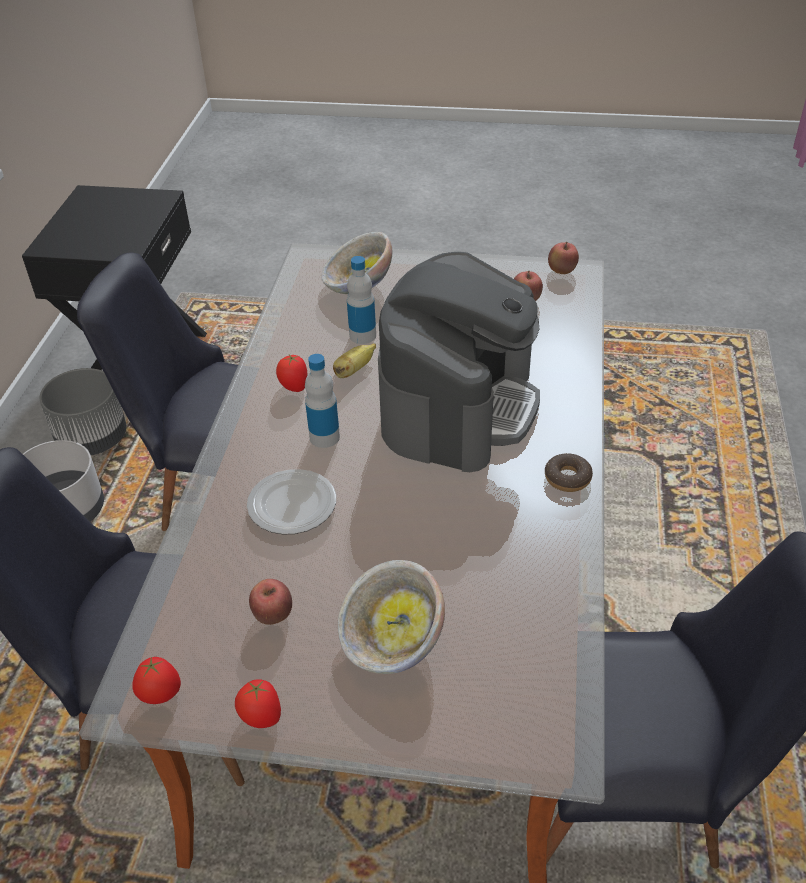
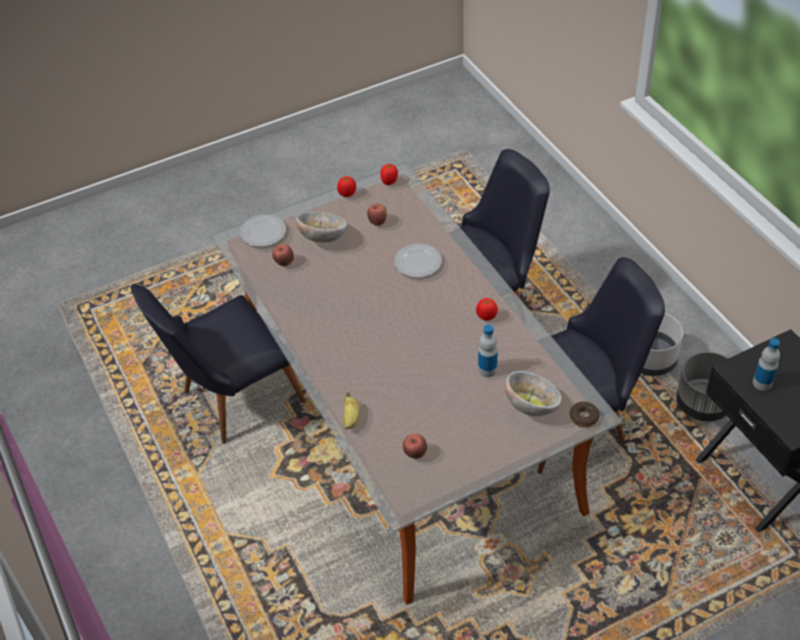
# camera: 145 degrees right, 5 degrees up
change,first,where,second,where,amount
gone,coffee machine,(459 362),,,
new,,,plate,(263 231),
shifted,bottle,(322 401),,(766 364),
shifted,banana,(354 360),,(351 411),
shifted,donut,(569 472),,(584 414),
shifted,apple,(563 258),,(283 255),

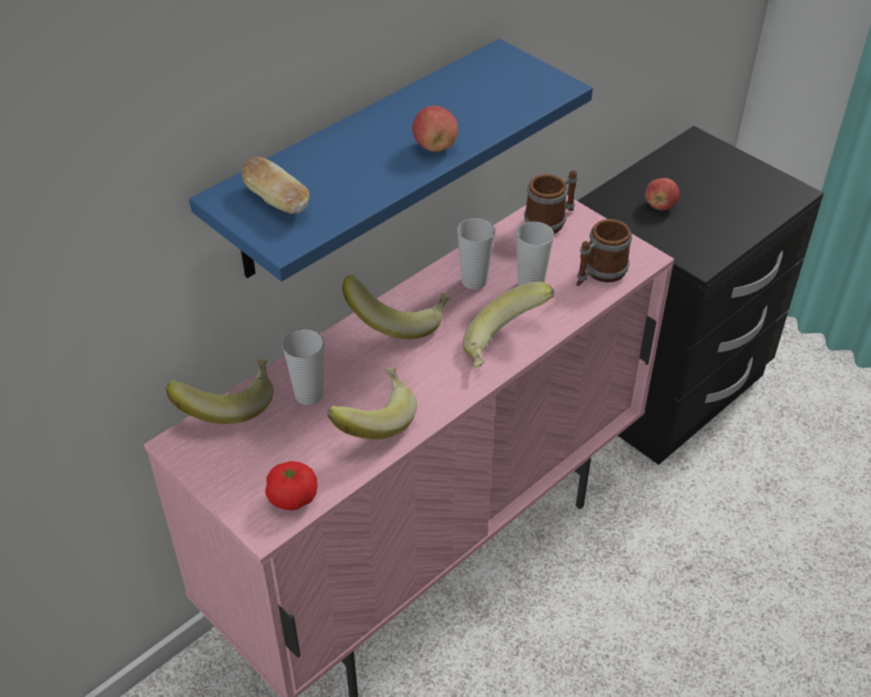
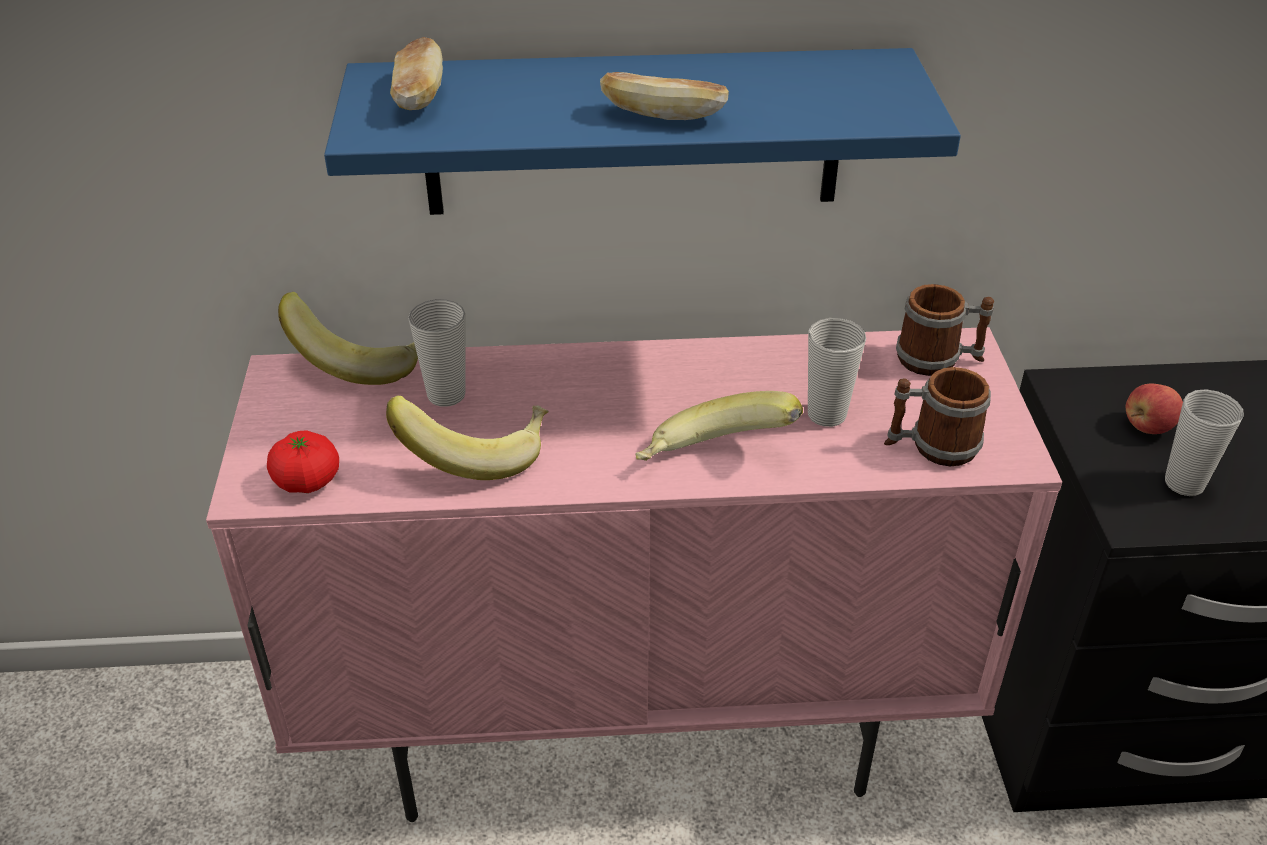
# camera: 40 degrees right, 5 degrees down
change,first,where,second,where,amount
gone,banana,(396 307),,,
shifted,cup,(476 253),,(1204 442),
swapped,apple,(435 129),bread,(664 96),

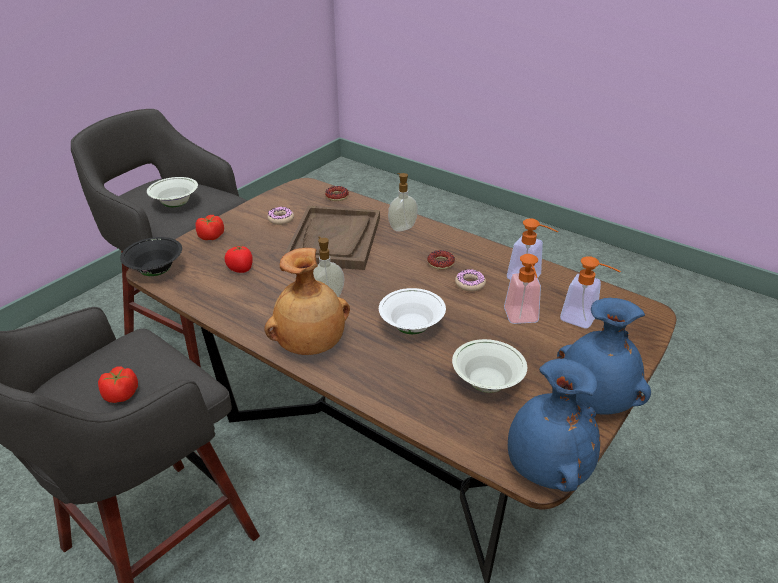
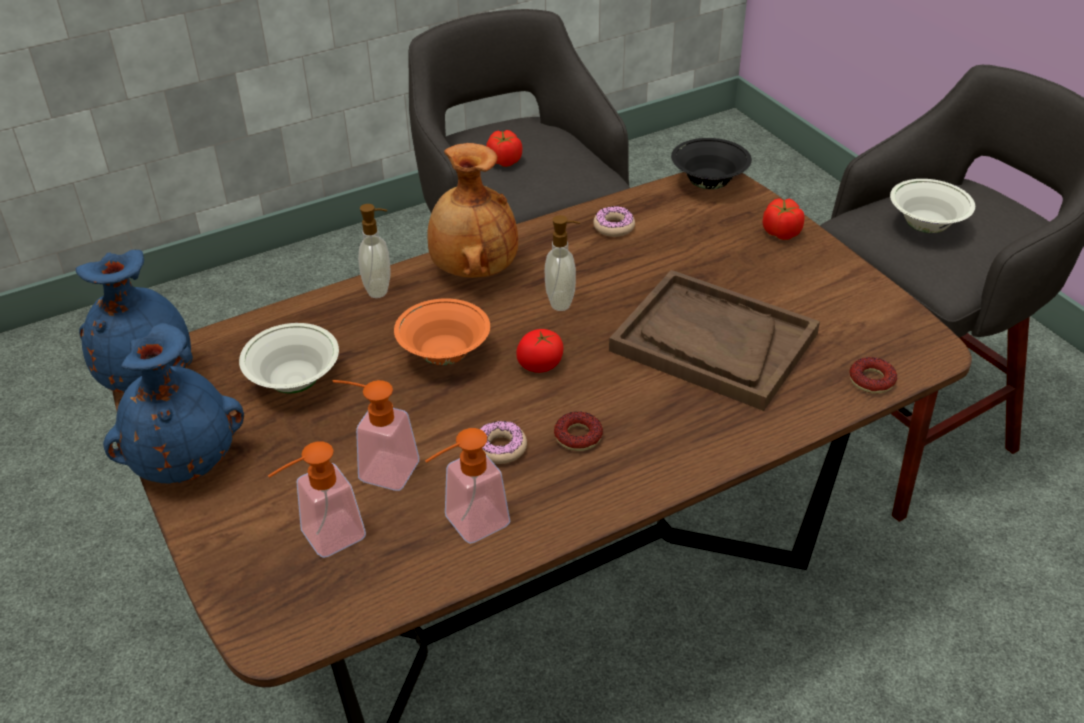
# camera: 115 degrees right, 5 degrees up
change,first,where,second,where,amount
shifted,tomato,(239 259),,(540 351),
shifted,donut,(281 216),,(614 221),
shifted,soap dispenser,(403 202),,(374 251),
repainted,white bowl,(412 311),orange bowl,(442 331),

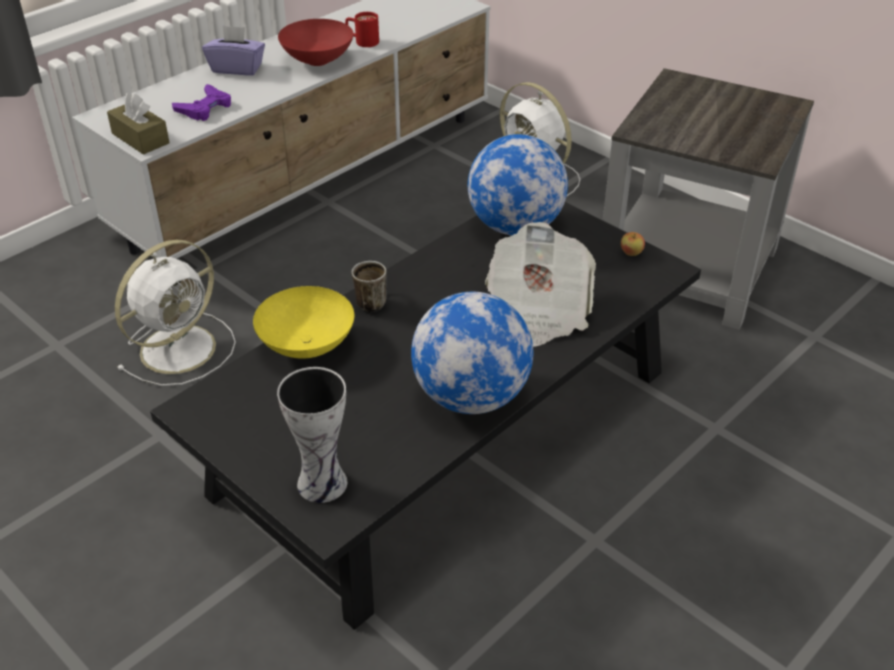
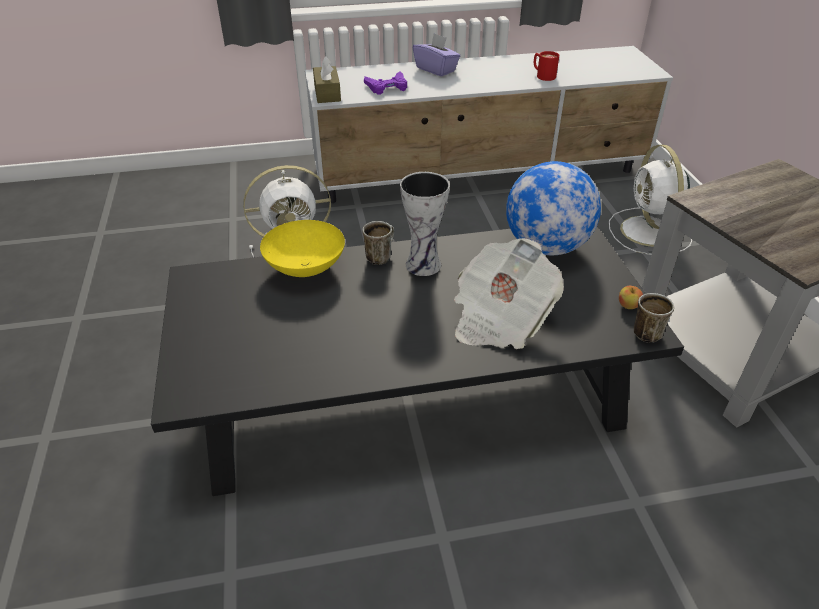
# camera: 35 degrees right, 0 degrees up
change,first,where,second,where,amount
gone,red bowl,(315 42),,,
gone,globe,(472 353),,,
new,,,mug,(654 318),
shifted,vase,(312 435),,(425 224),

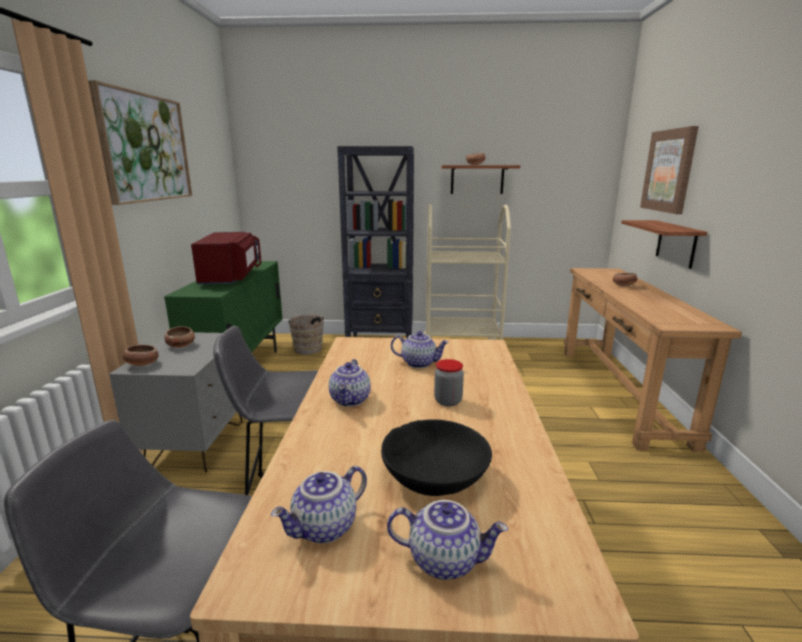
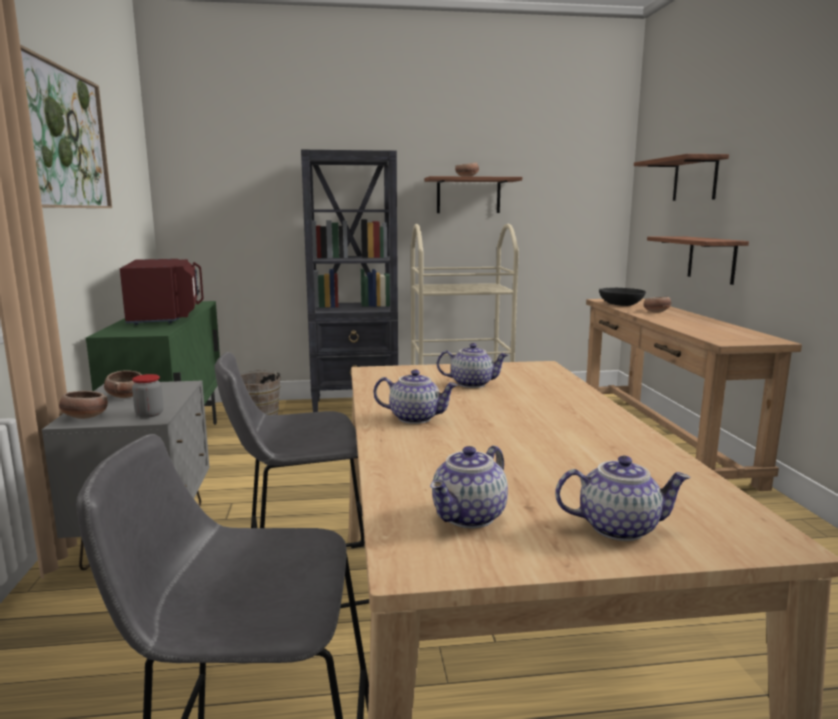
# camera: 10 degrees left, 5 degrees down
change,first,where,second,where,amount
shifted,black bowl,(436 457),,(622 297),
shifted,jar,(449 383),,(148 396),
swapped,picture,(669 170),shelf,(681 177),
rotated,teapot,(350 383),,(416 397),75 degrees counterclockwise

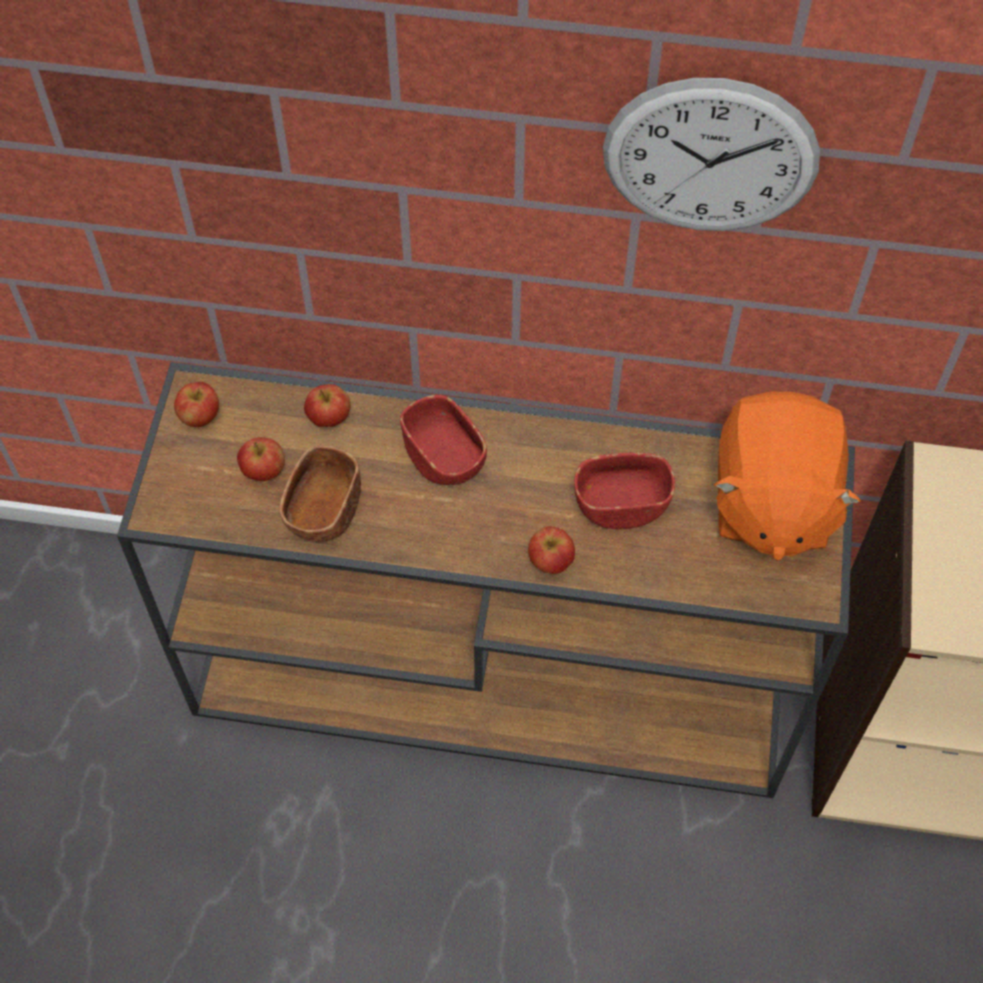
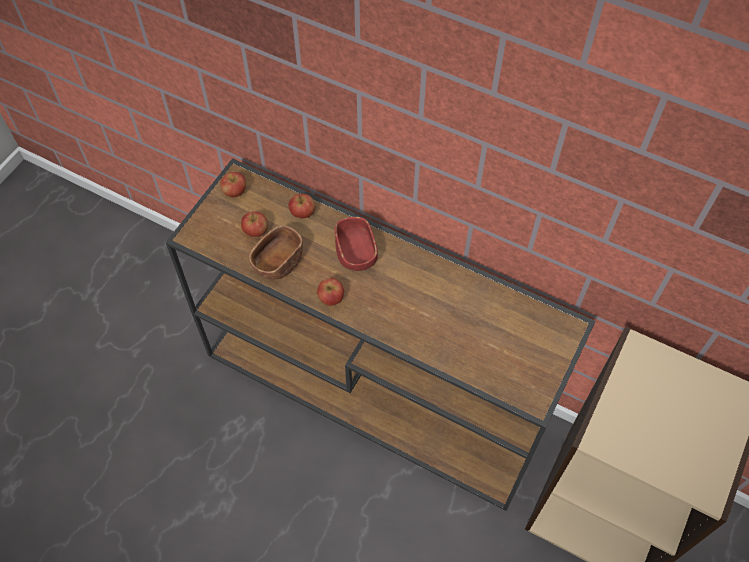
# camera: 20 degrees right, 0 degrees up
change,first,where,second,where,amount
gone,red bowl,(624 491),,,
gone,wall clock,(711 154),,,
gone,orange plush toy,(787 476),,,
shifted,apple,(551 550),,(330 292),

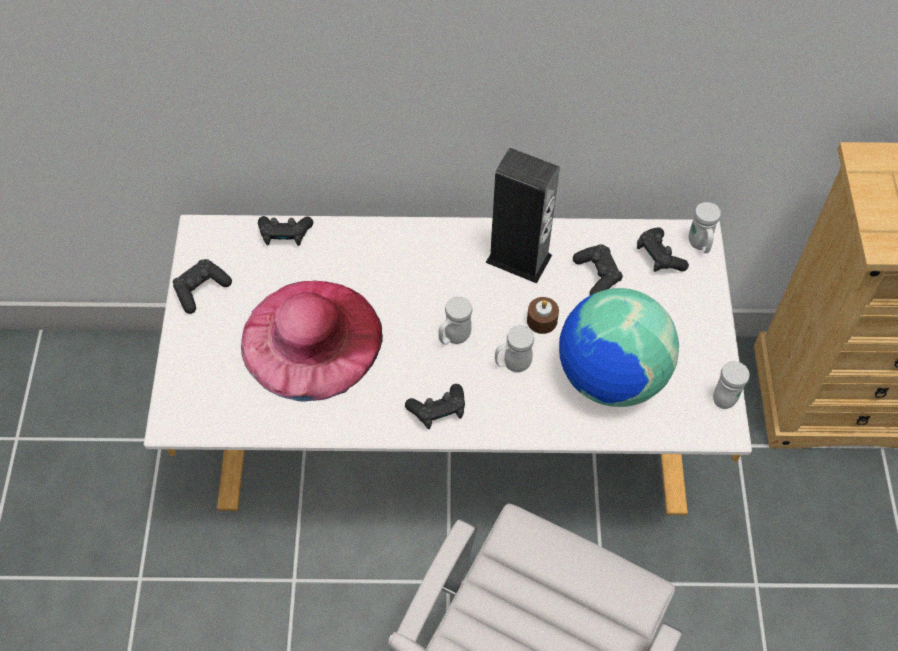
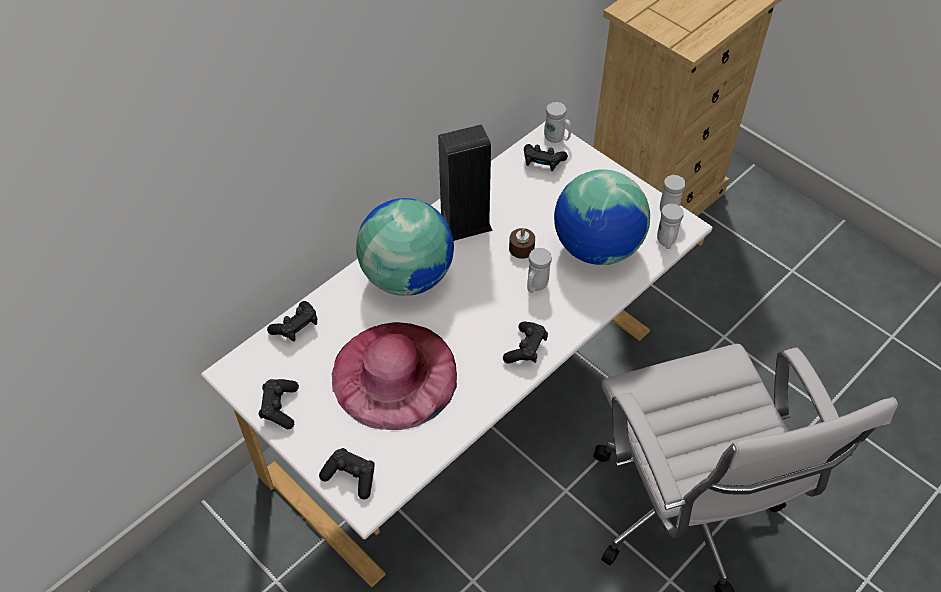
# camera: 45 degrees left, 5 degrees down
change,first,where,second,where,amount
new,,,globe,(405 247),
shifted,white mug,(455 320),,(670 226),
shifted,black game controller,(598 269),,(347 473),

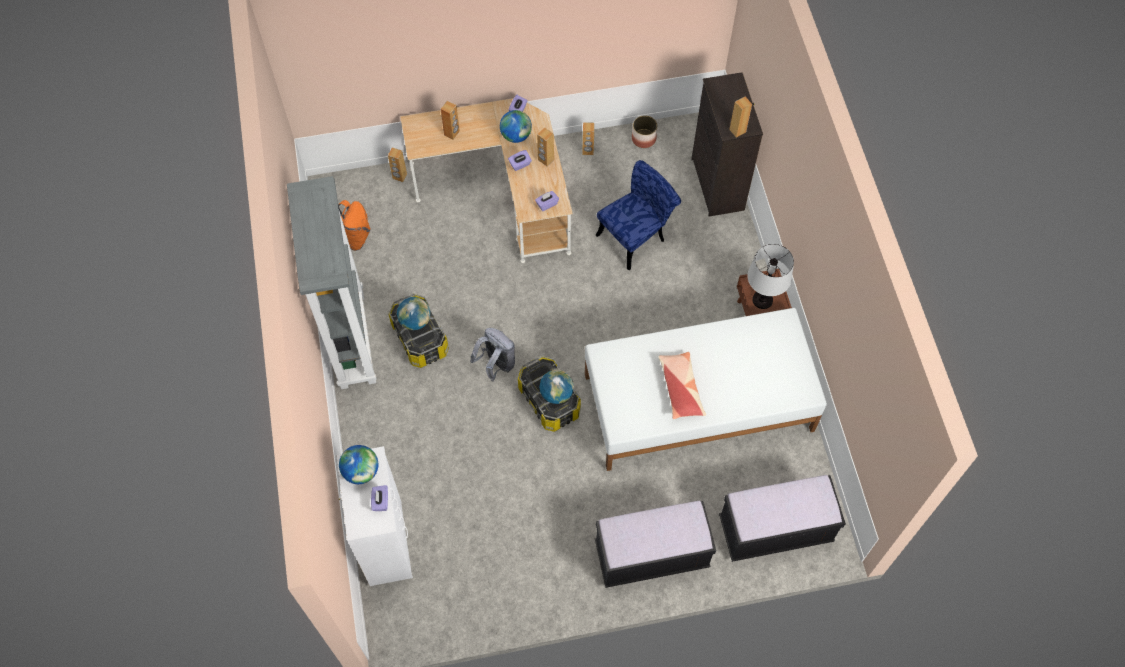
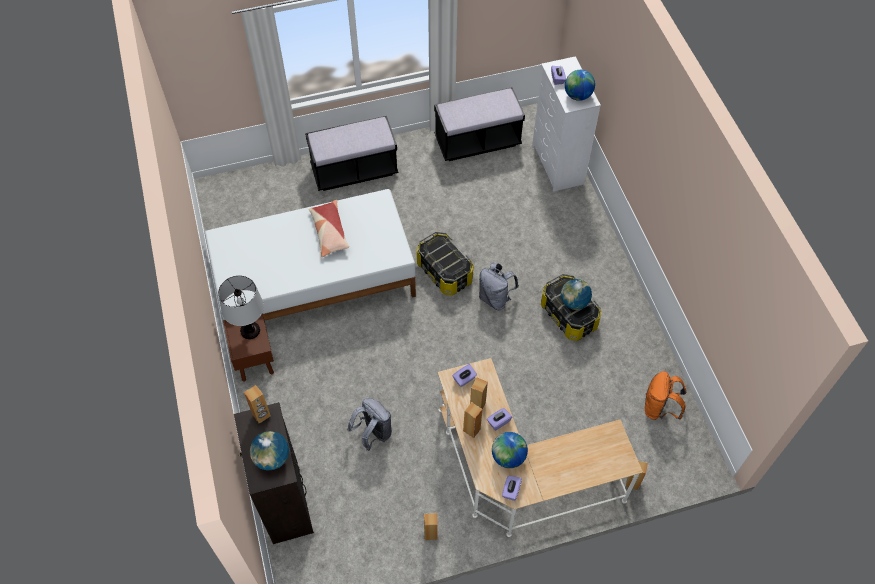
# camera: 175 degrees right, 5 degrees down
change,first,where,second,where,amount
gone,grey bookcase,(332 282),,,
gone,planter,(645 131),,,
shifted,brown speaker,(450 120),,(479 393),
shifted,globe,(556 387),,(269 450),
shifted,black bench,(782 518),,(479 124),
swapped,blue chair,(638 215),grey backpack,(369 424),

